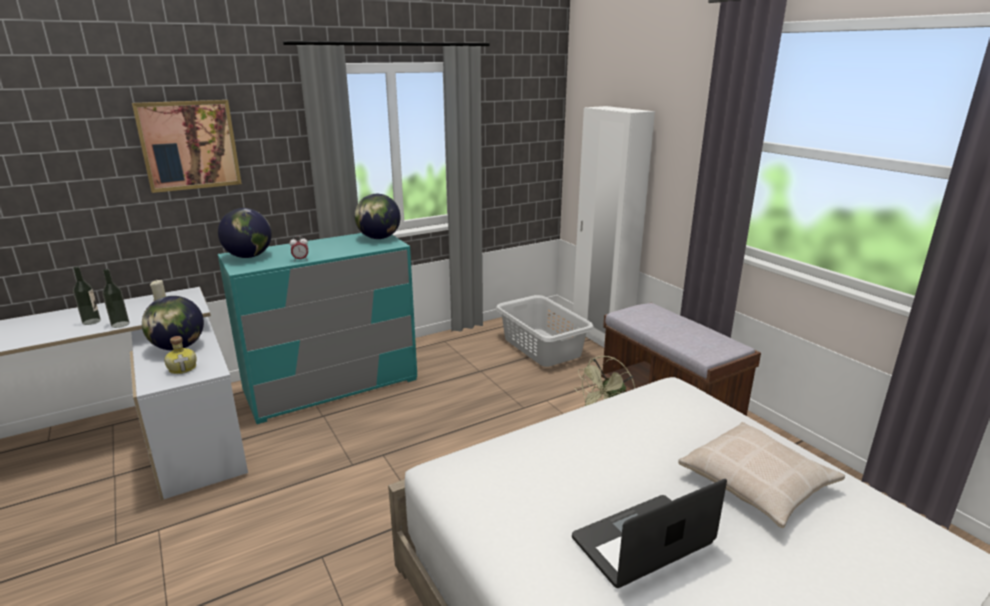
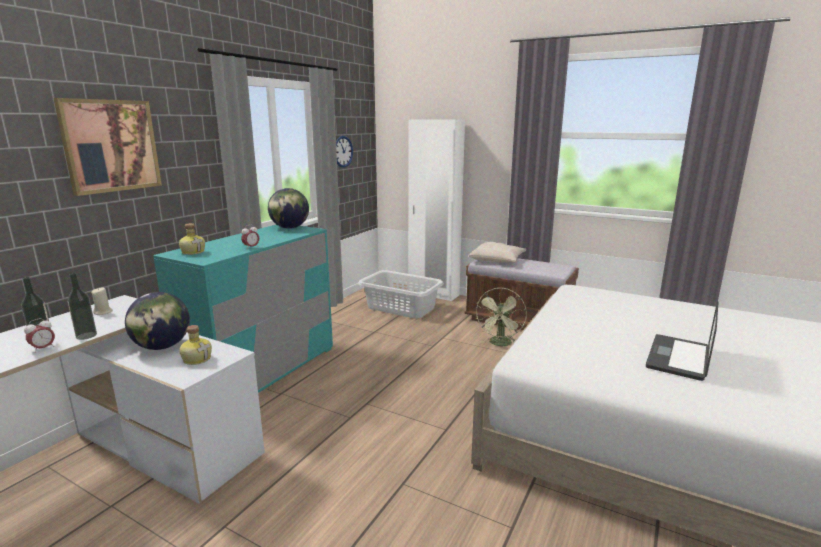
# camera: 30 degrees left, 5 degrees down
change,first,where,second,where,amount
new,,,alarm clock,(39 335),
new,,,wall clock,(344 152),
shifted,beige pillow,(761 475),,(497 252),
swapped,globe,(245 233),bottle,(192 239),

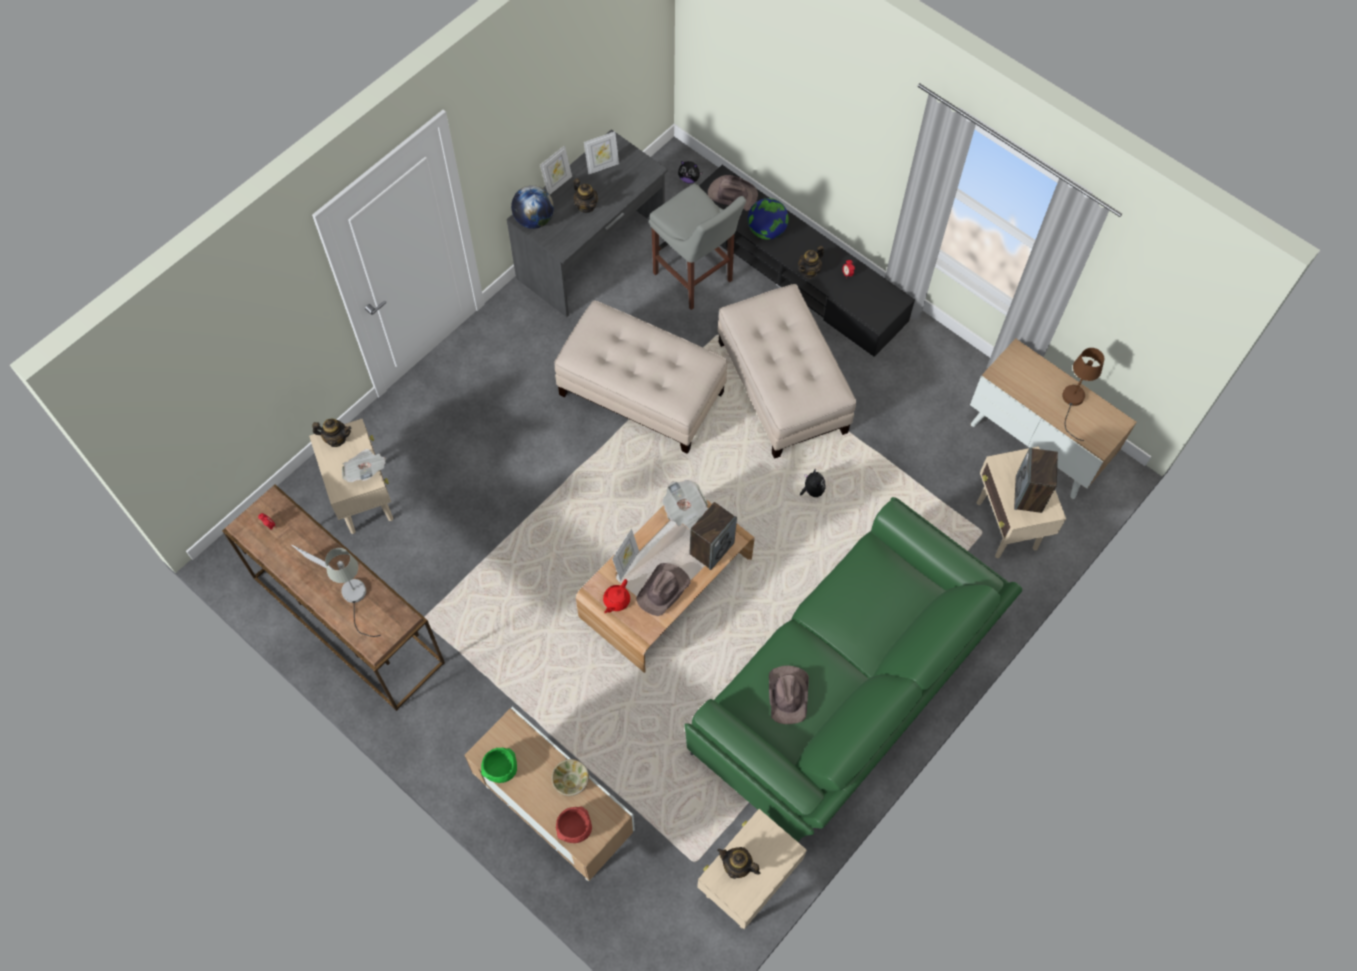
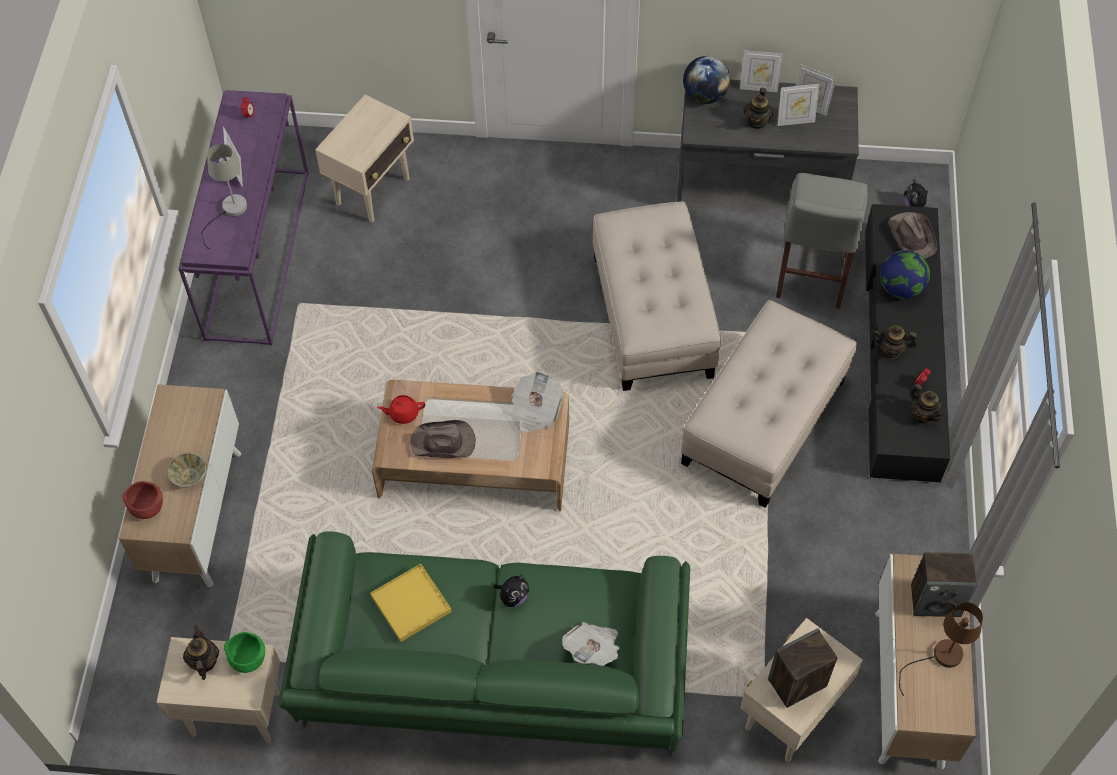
# camera: 55 degrees right, 5 degrees down
change,first,where,second,where,amount
shifted,teapot,(332 432),,(927 404),
shifted,newspaper,(364 465),,(590 644),
shifted,green bowl,(499 765),,(244 652),
shifted,picture frame,(625 555),,(798 105),
shifted,speaker,(713 536),,(944 584),
shifted,plush toy,(813 482),,(511 590),
swapped,brown hat,(789 694),yellow tray,(410 603),
repainted,brown console table,(333 597),purple console table,(243 217),

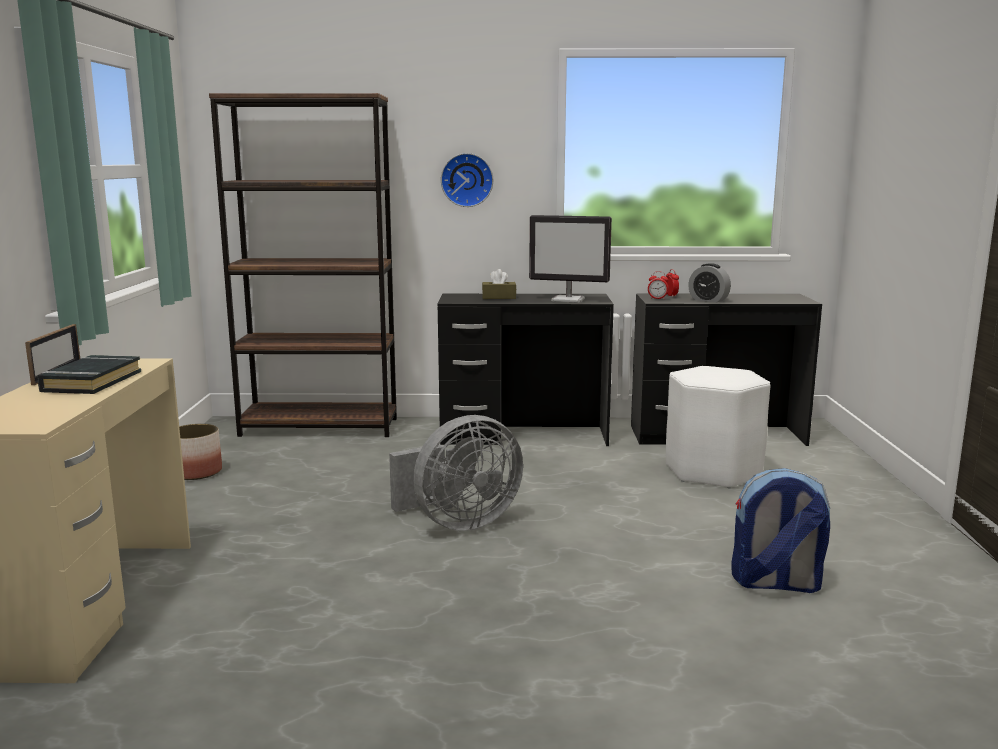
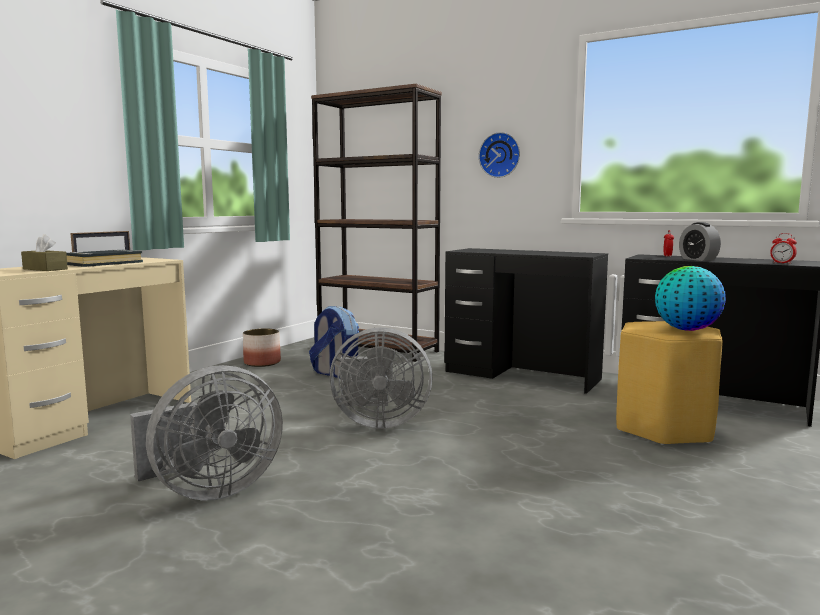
# camera: 30 degrees right, 5 degrees down
change,first,where,second,where,amount
gone,monitor,(570 259),,,
new,,,grey fan,(206 433),
new,,,globe,(690 298),
shifted,brown tissue box,(499 284),,(44 252),
shifted,alarm clock,(658 285),,(783 248),
shifted,backpack,(780 530),,(334 342),
repainted,white stool,(718 427),yellow stool,(669 383),

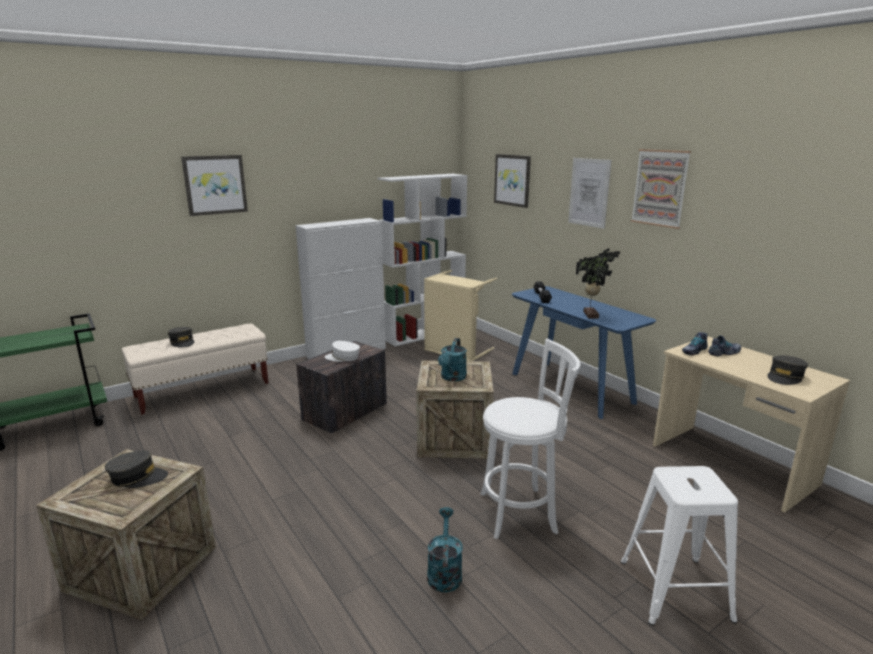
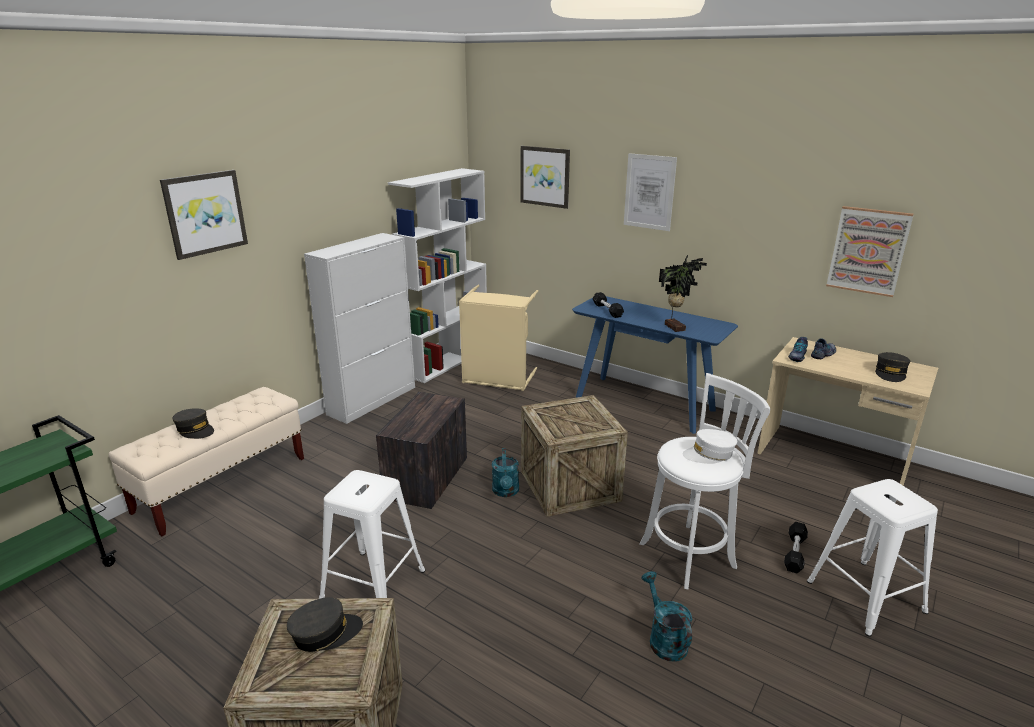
# camera: 20 degrees left, 5 degrees up
change,first,where,second,where,amount
new,,,white stool,(372 534),
new,,,black dumbbell,(796 547),
shifted,white cap,(342 351),,(710 446),
shifted,turquoise watering can,(452 359),,(505 472),
shifted,picture,(661 189),,(870 251),

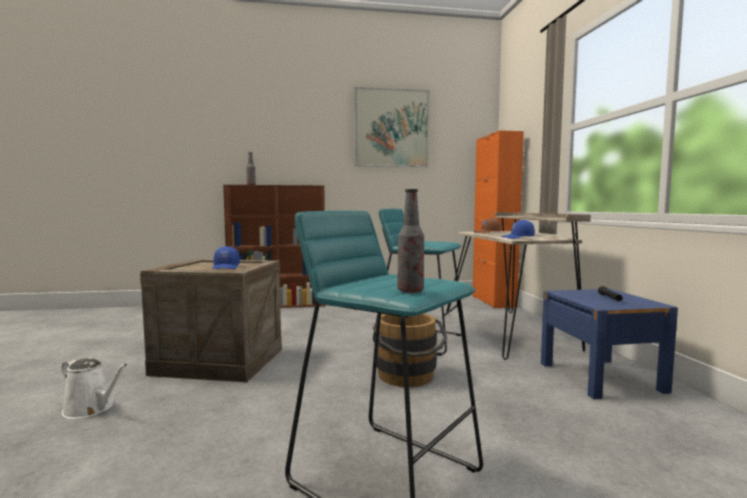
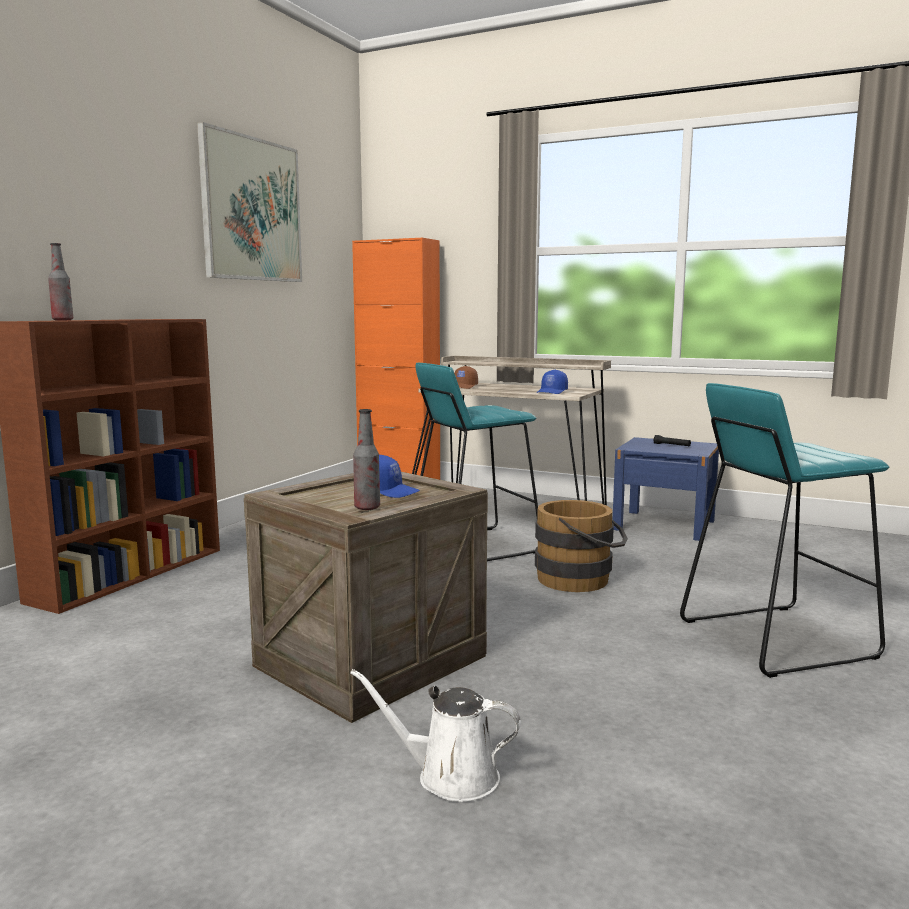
# camera: 55 degrees left, 5 degrees up
change,first,where,second,where,amount
shifted,bottle,(410 241),,(366 459),
rotated,white watering can,(95 388),,(435 735),135 degrees counterclockwise

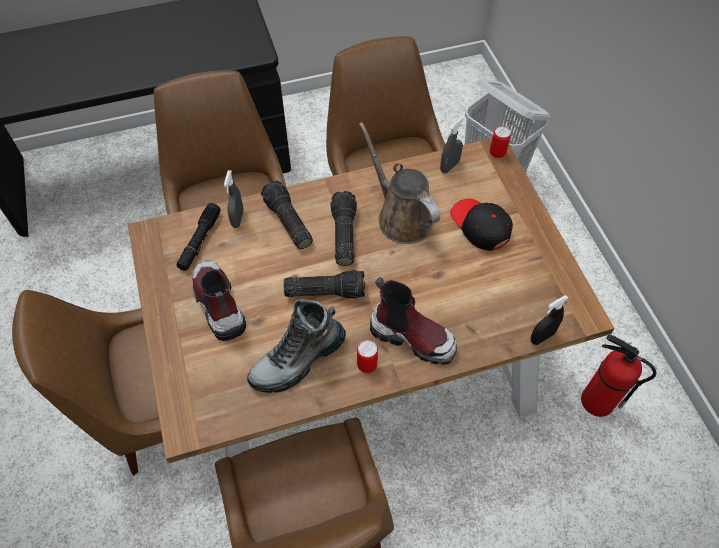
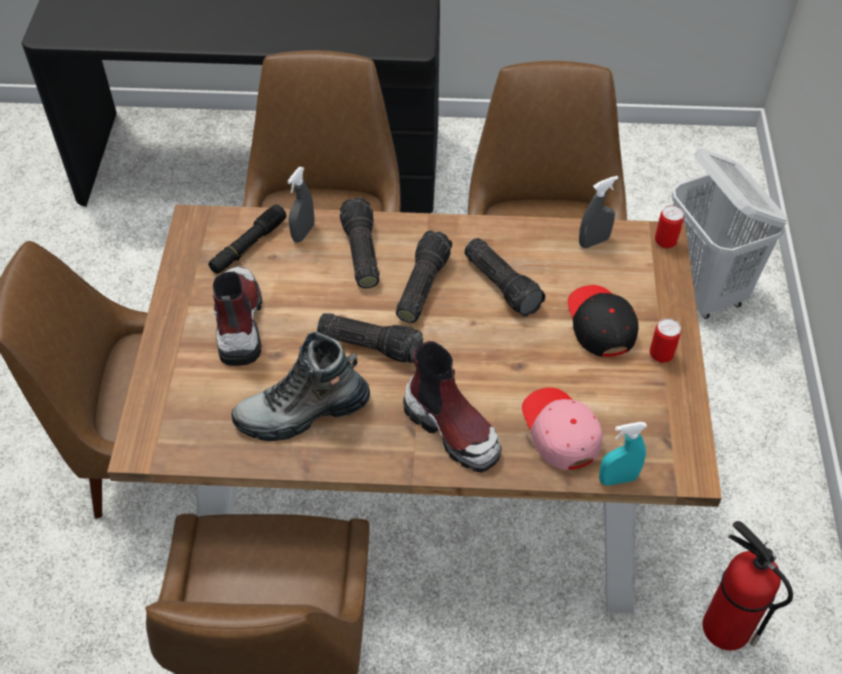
# camera: 20 degrees right, 5 degrees down
change,first,where,second,where,amount
new,,,pink cap,(562 429),
shifted,can,(367 356),,(665 340),
swapped,brown watering can,(399 183),flashlight,(504 277),
repainted,black spray bottle,(549 320),turquoise spray bottle,(623 454),

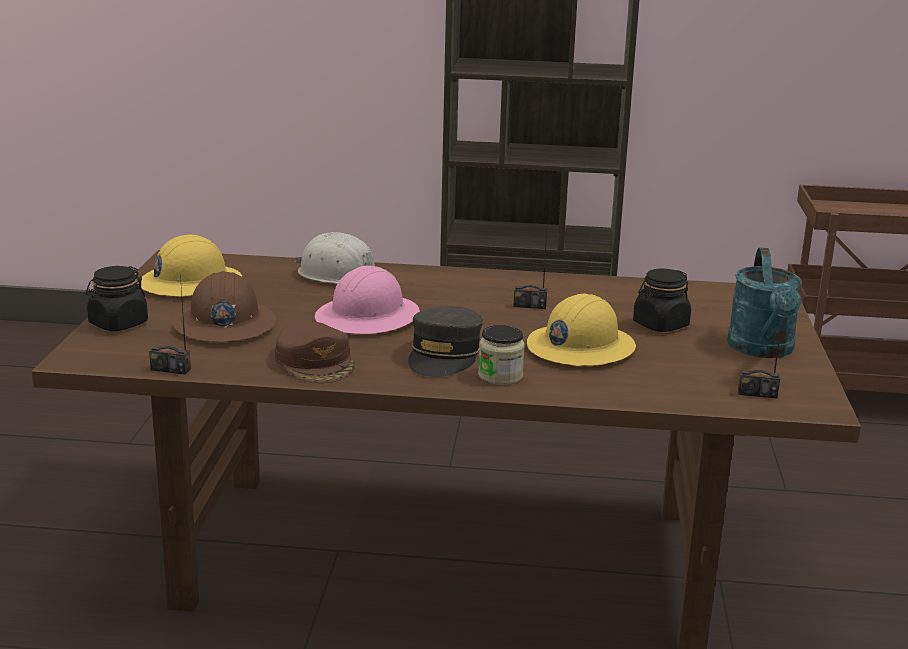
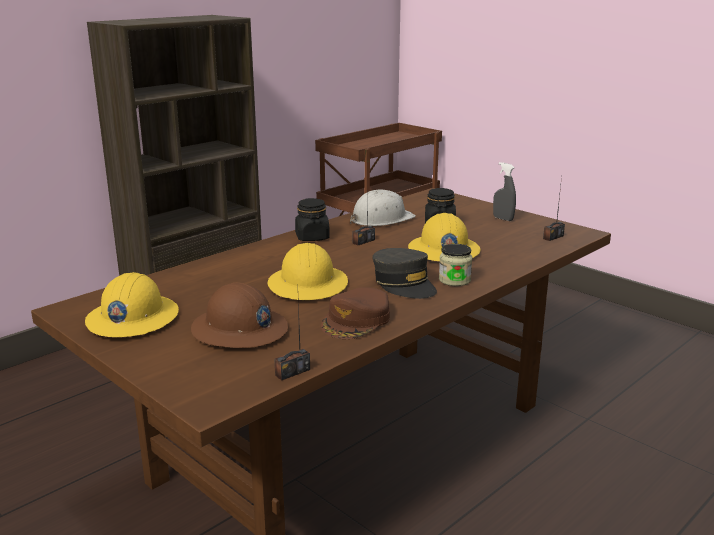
# camera: 50 degrees left, 0 degrees up
change,first,where,second,where,amount
shifted,black jar,(117 298),,(312 219),
shifted,white hard hat,(334 258),,(383 207),
swapped,turquoise watering can,(764 303),grey spray bottle,(504 191),
repainted,pink hard hat,(367 300),yellow hard hat,(308 271),
rotated,brown cap,(315 352),,(355 313),105 degrees clockwise

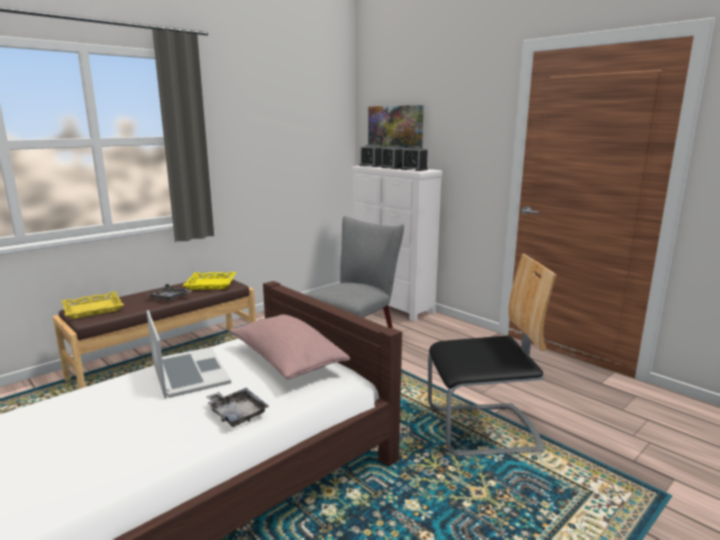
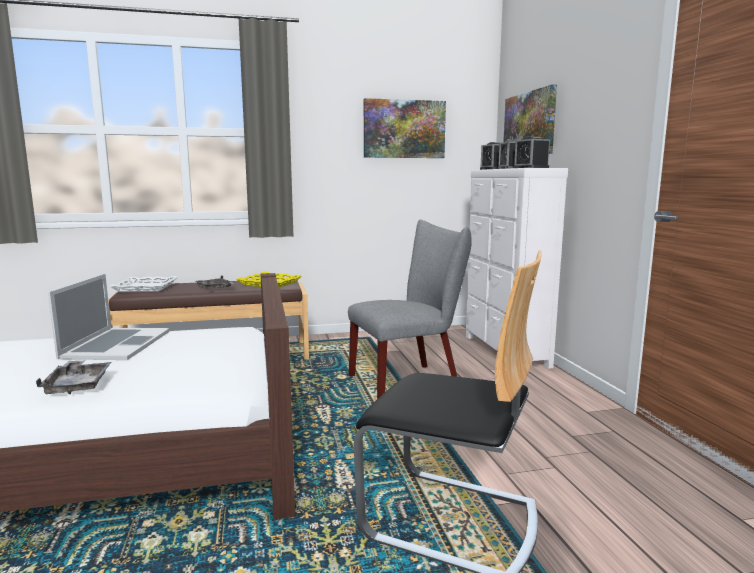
# camera: 30 degrees right, 5 degrees down
change,first,where,second,where,amount
gone,pink pillow,(289 346),,,
new,,,picture,(405 128),
repainted,yellow tray,(92 305),white tray,(144 284),

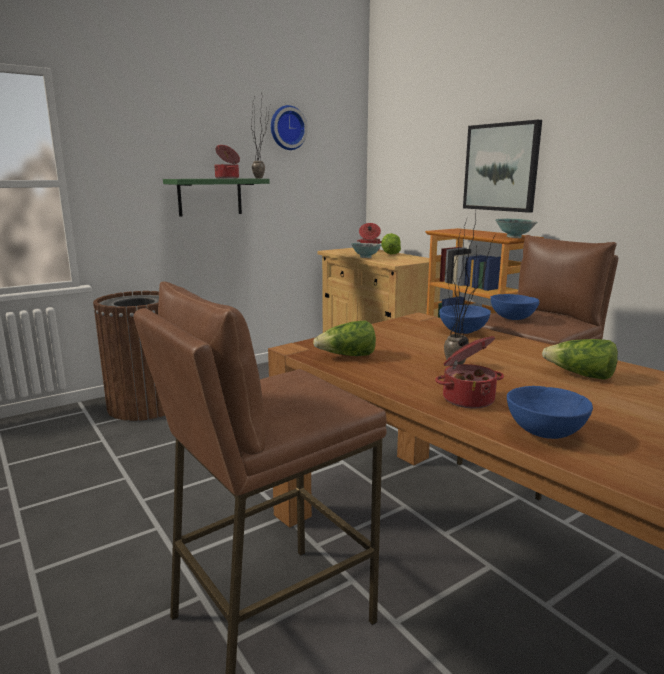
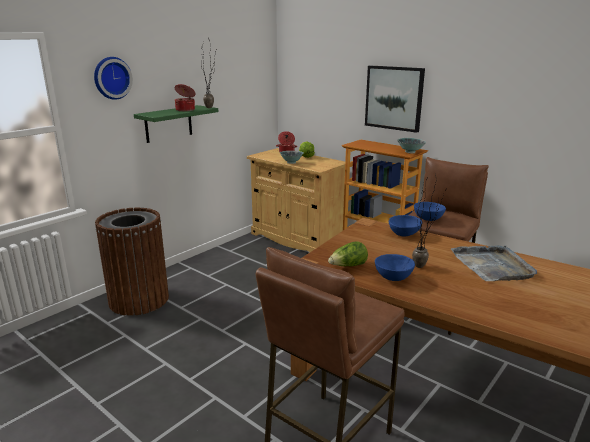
# camera: 15 degrees left, 5 degrees up
change,first,where,second,where,amount
gone,cooking pot,(469 372),,,
shifted,wall clock,(289 127),,(113 78),
shifted,blue bowl,(550 412),,(395 267),
swapped,lettuce,(580 359),grey tray,(494 263),

